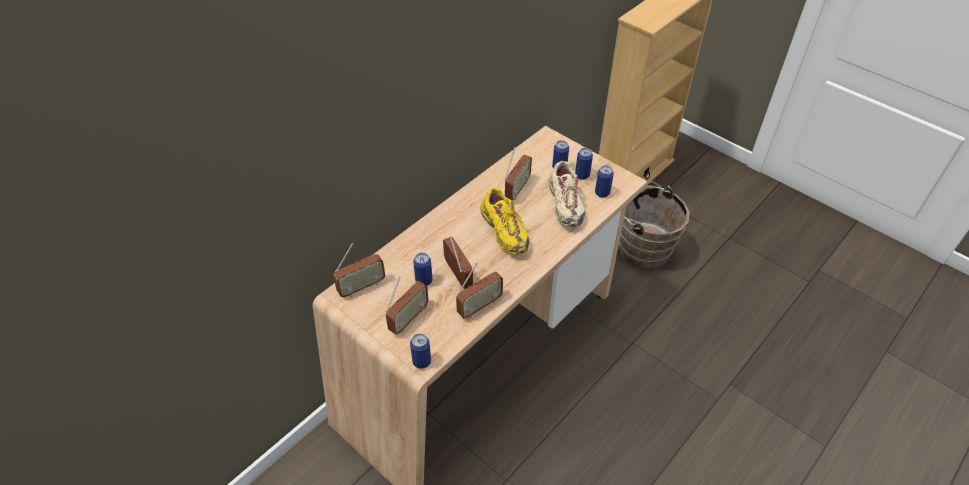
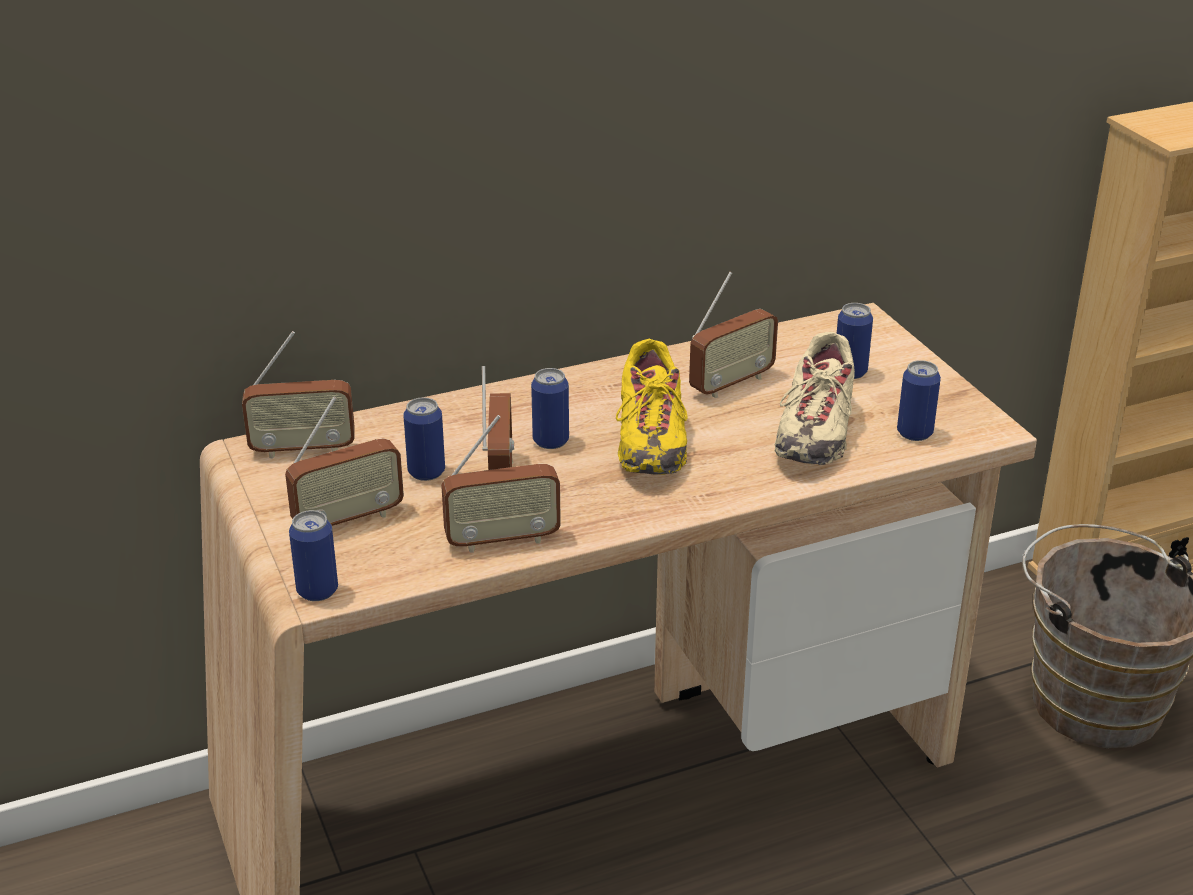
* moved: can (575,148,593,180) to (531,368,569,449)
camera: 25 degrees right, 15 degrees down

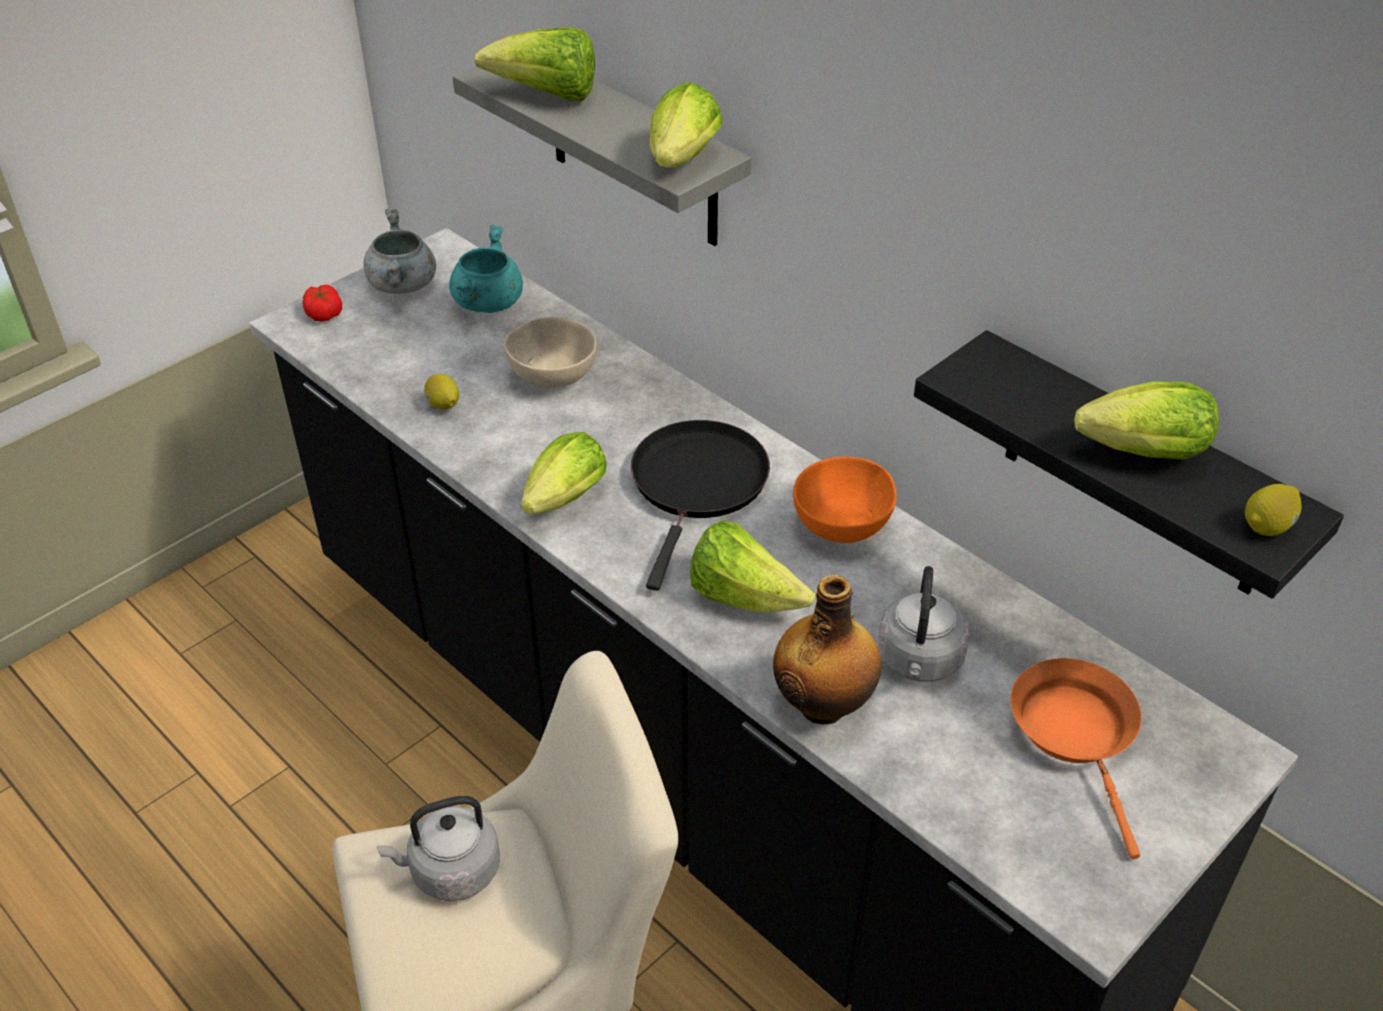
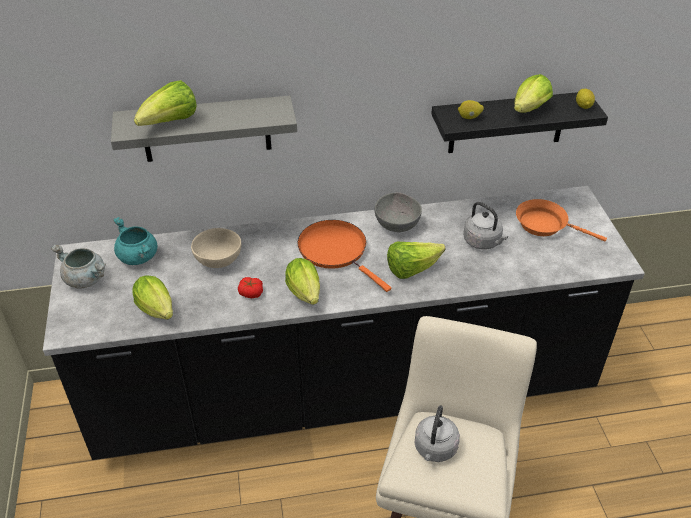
* moved: tomato (302,285,342,321) to (238,277,263,298)
* moved: lemon (424,374,459,410) to (458,100,484,119)
* recoloured: black frying pan (631,420,770,591) to orange frying pan (298,220,391,292)
* moved: lettuce (650,82,723,168) to (132,275,173,319)
* removed: bottle (773,575,882,724)
* recoloured: orange bowl (793,457,897,543) to grey bowl (375,193,422,232)
camera: 55 degrees left, 0 degrees up

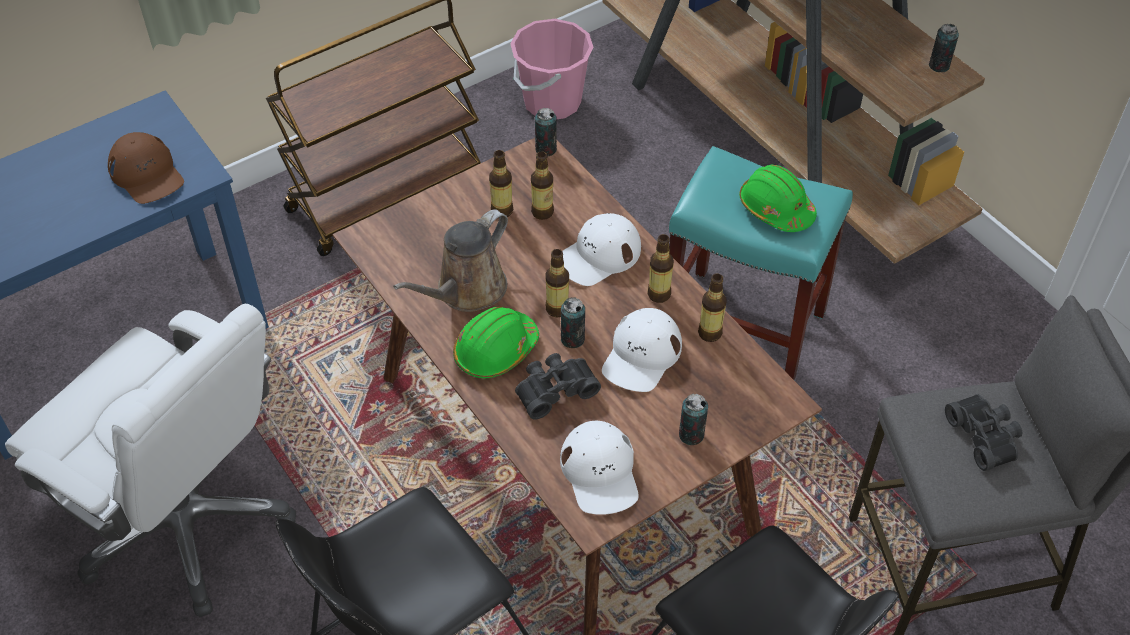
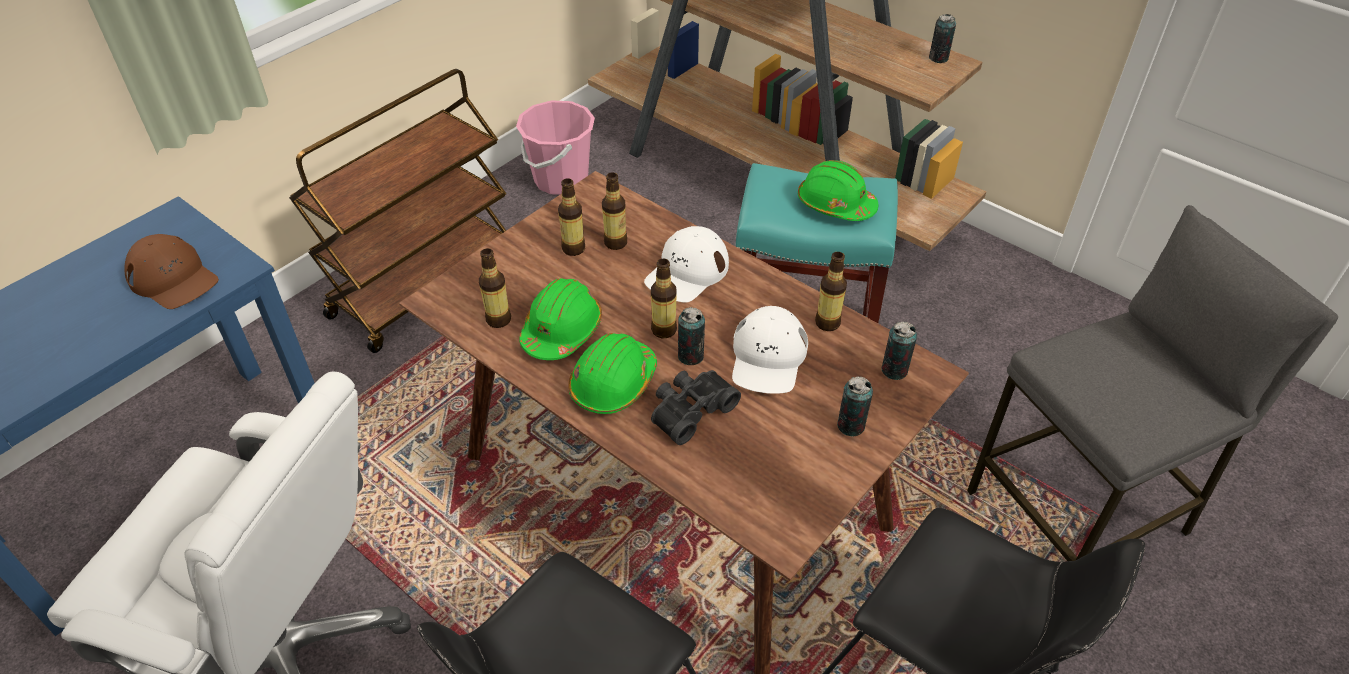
* replaced: brown watering can (393,209,508,312) to green hard hat (519,278,602,360)
* moved: can (535,108,557,157) to (881,321,917,380)
* removed: white cap (560,421,638,515)
* moved: bottle (647,234,674,303) to (479,248,511,328)
* removed: black binoculars (945,394,1022,471)
camera: 15 degrees left, 5 degrees down

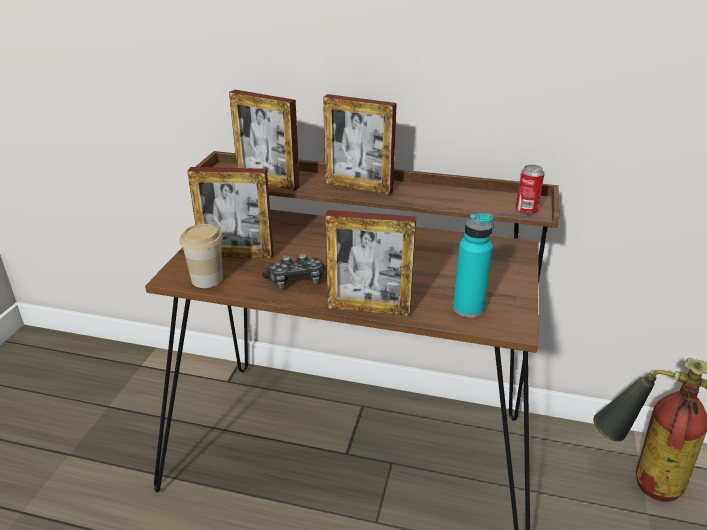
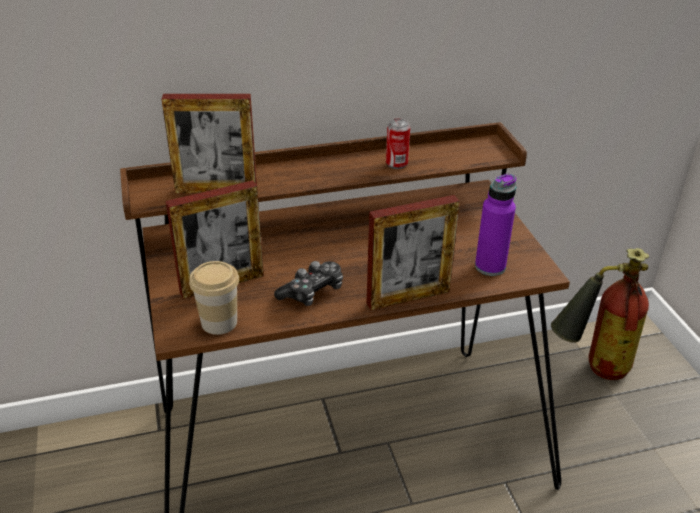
* removed: picture frame (323,94,397,195)
* recoloured: turquoise bottle (453,213,494,318) to purple bottle (475,174,516,276)
* moved: can (516,165,544,215) to (386,118,410,169)
camera: 30 degrees left, 5 degrees up

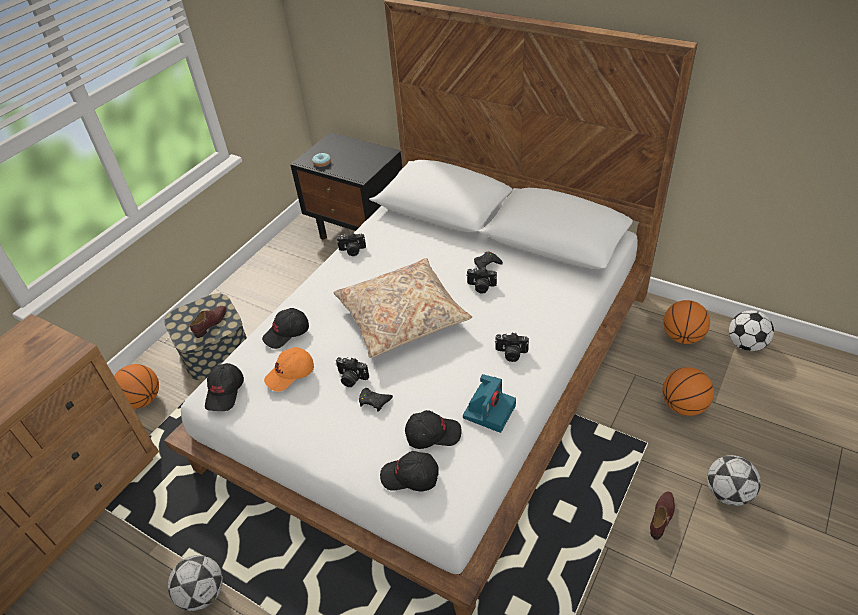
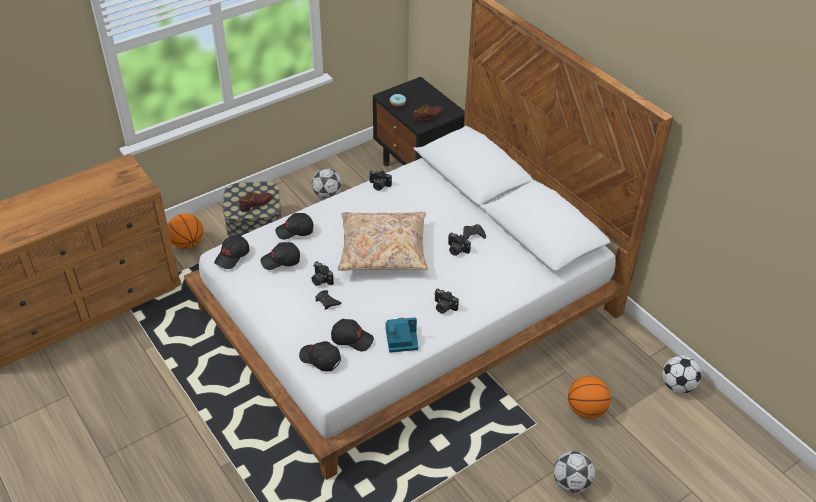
* moved: football (168,555,223,611) to (312,168,342,199)
* recoloured: orange cap (264,347,314,392) to black cap (261,242,300,270)
* turned: photo camera (463,374,516,433) = (385,317,418,353) 150 degrees counterclockwise
* moved: brown shoe (650,492,675,540) to (413,104,443,124)
* removed: basketball (663,300,710,344)
camera: 20 degrees right, 0 degrees up

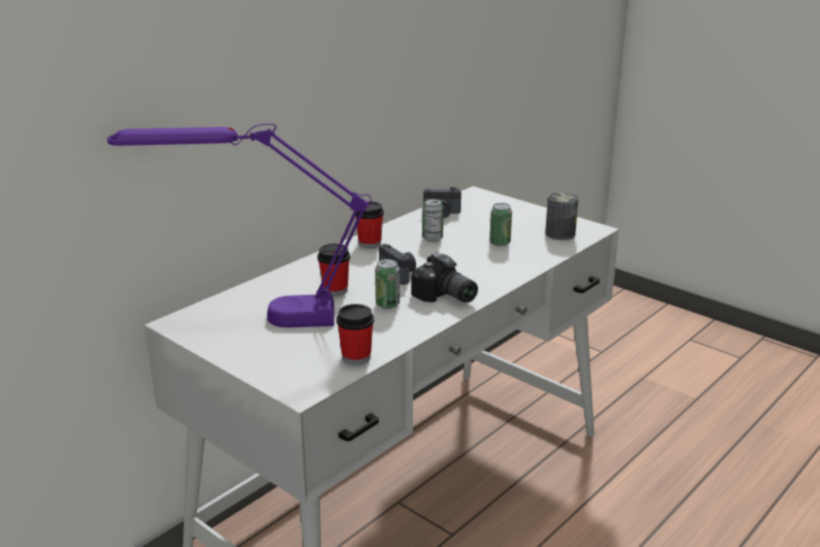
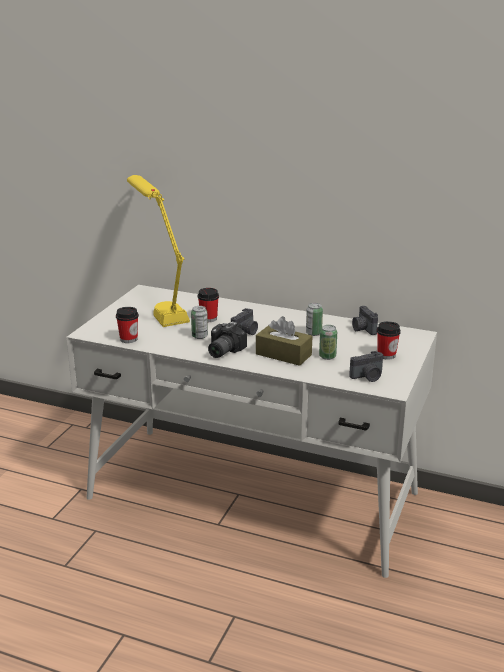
* recoloured: purple table lamp (107,124,372,328) to yellow table lamp (127,175,190,327)
* moved: cup (356,201,384,248) to (377,321,401,360)
* replaced: can (545,192,579,240) to photo camera (349,351,383,382)
* added: brown tissue box (256,316,312,366)
camera: 70 degrees right, 0 degrees up

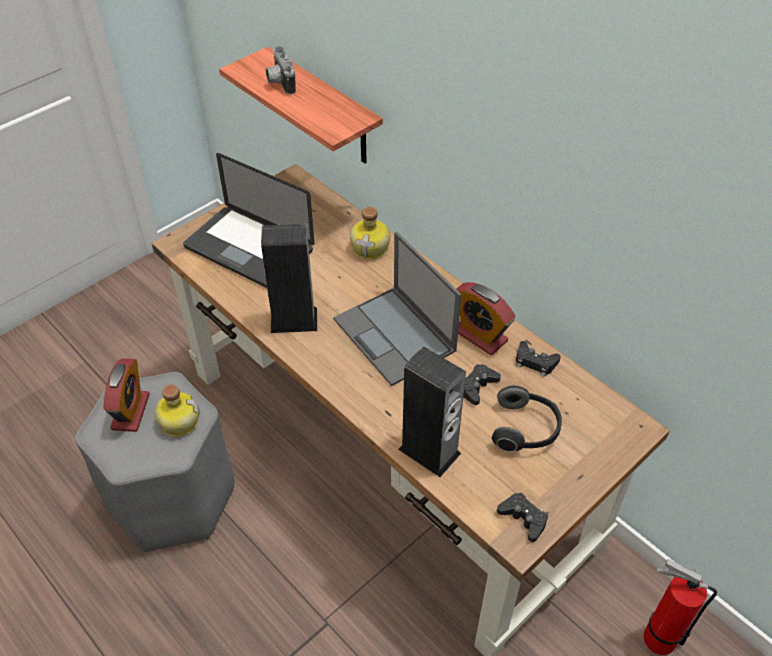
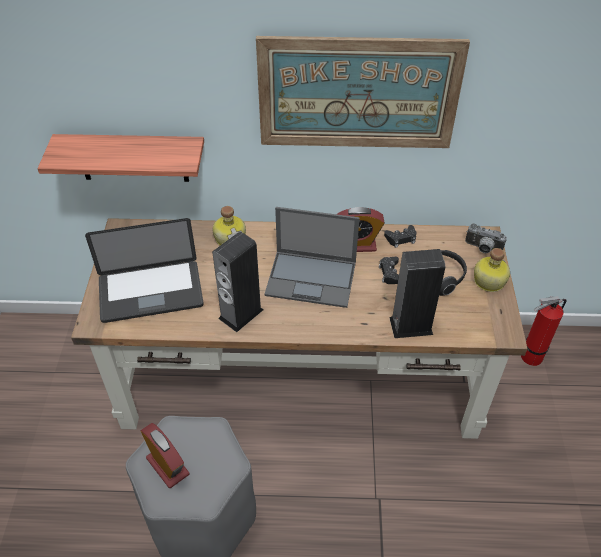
* moved: bottle (154,385,200,437) to (474,248,510,292)
* moved: photo camera (266,46,296,94) to (465,223,507,253)
* removed: black game controller (497,493,548,542)
* added: picture (256,36,470,148)
camera: 45 degrees left, 0 degrees up

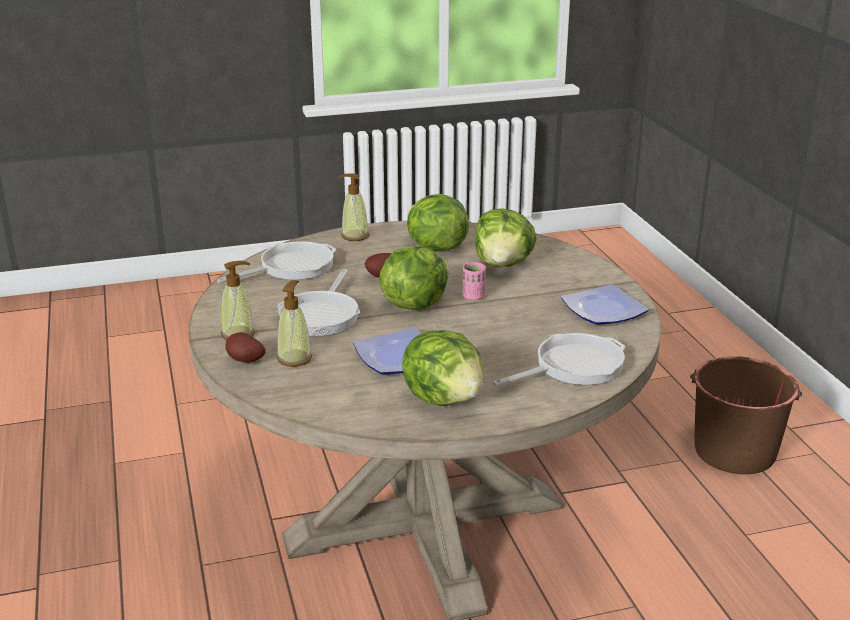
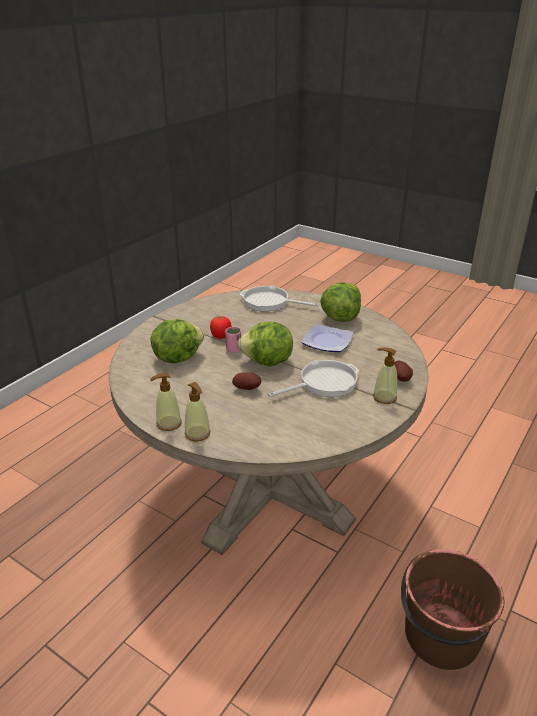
* removed: frying pan (217,241,336,283)
* moved: soap dispenser (277,280,312,367) to (150,373,182,431)
* removed: lettuce (407,194,469,251)
* removed: plate (561,284,649,325)
* moved: brown bucket (690,356,802,474) to (401,549,504,670)
* added: tomato (210,316,232,339)
camera: 130 degrees left, 5 degrees up

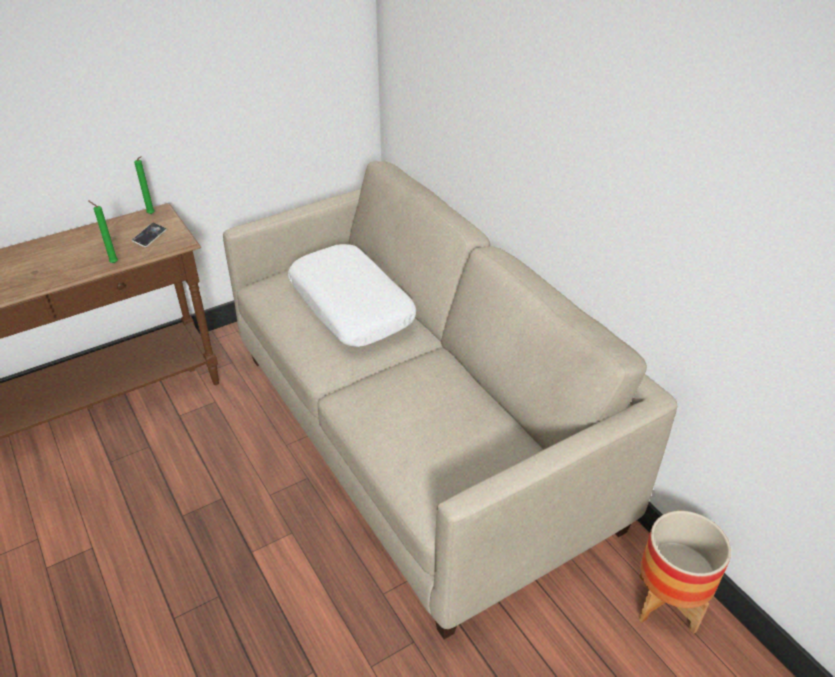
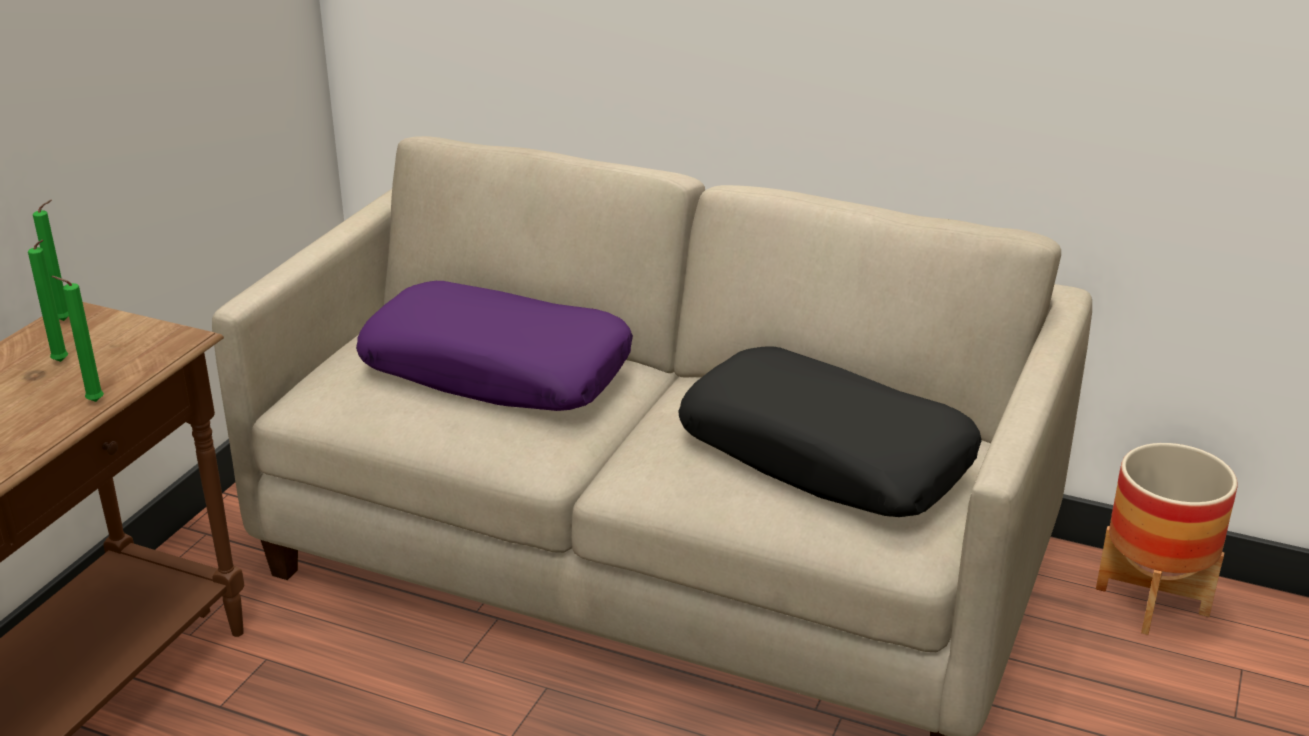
* removed: phone (132,223,167,247)
* recoloured: white pillow (288,244,416,347) to purple pillow (356,281,633,411)
* added: green candle (28,240,68,362)
* added: black pillow (679,346,982,517)
camera: 35 degrees left, 10 degrees down

